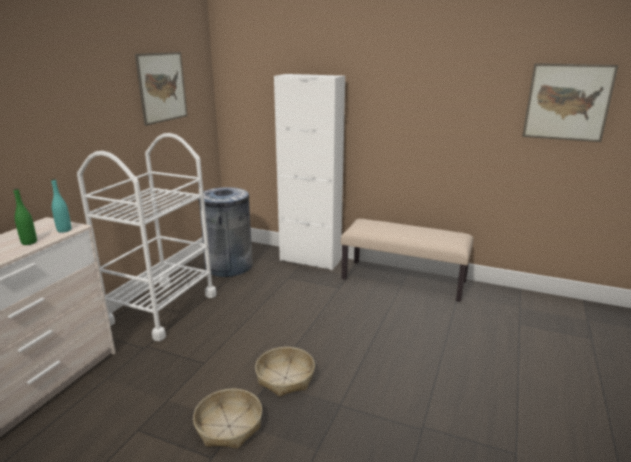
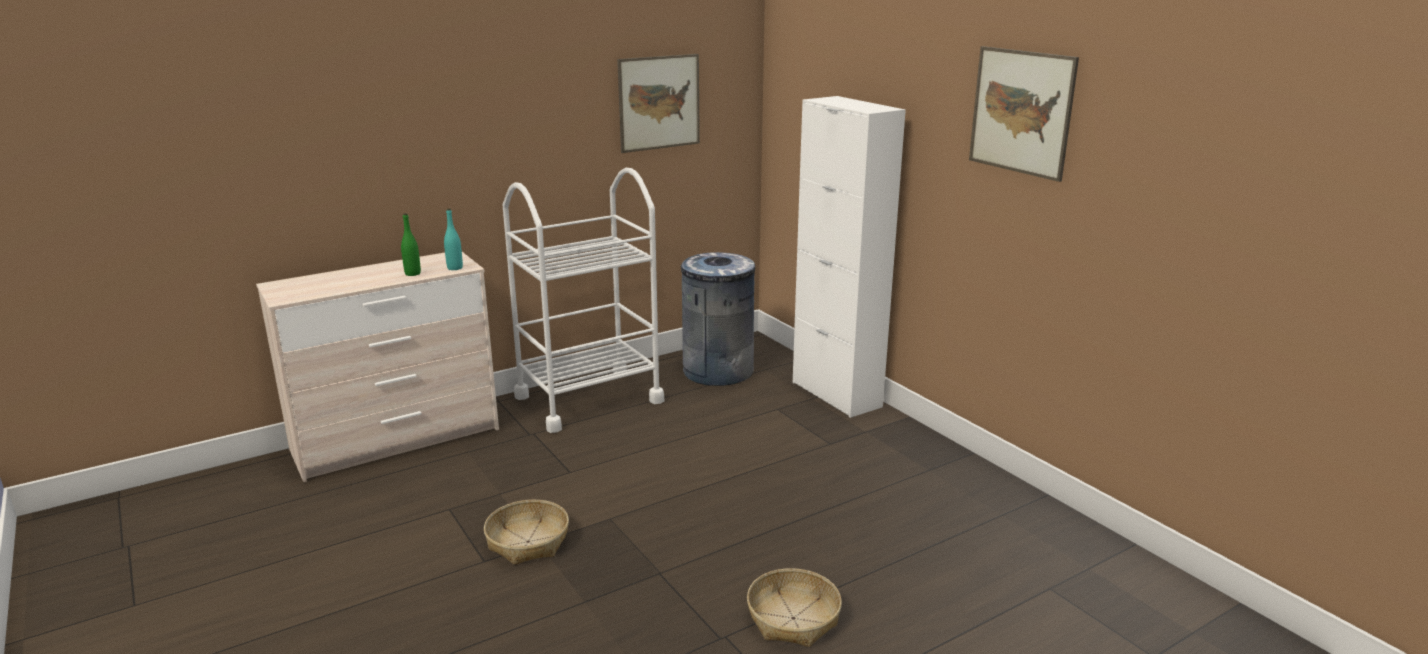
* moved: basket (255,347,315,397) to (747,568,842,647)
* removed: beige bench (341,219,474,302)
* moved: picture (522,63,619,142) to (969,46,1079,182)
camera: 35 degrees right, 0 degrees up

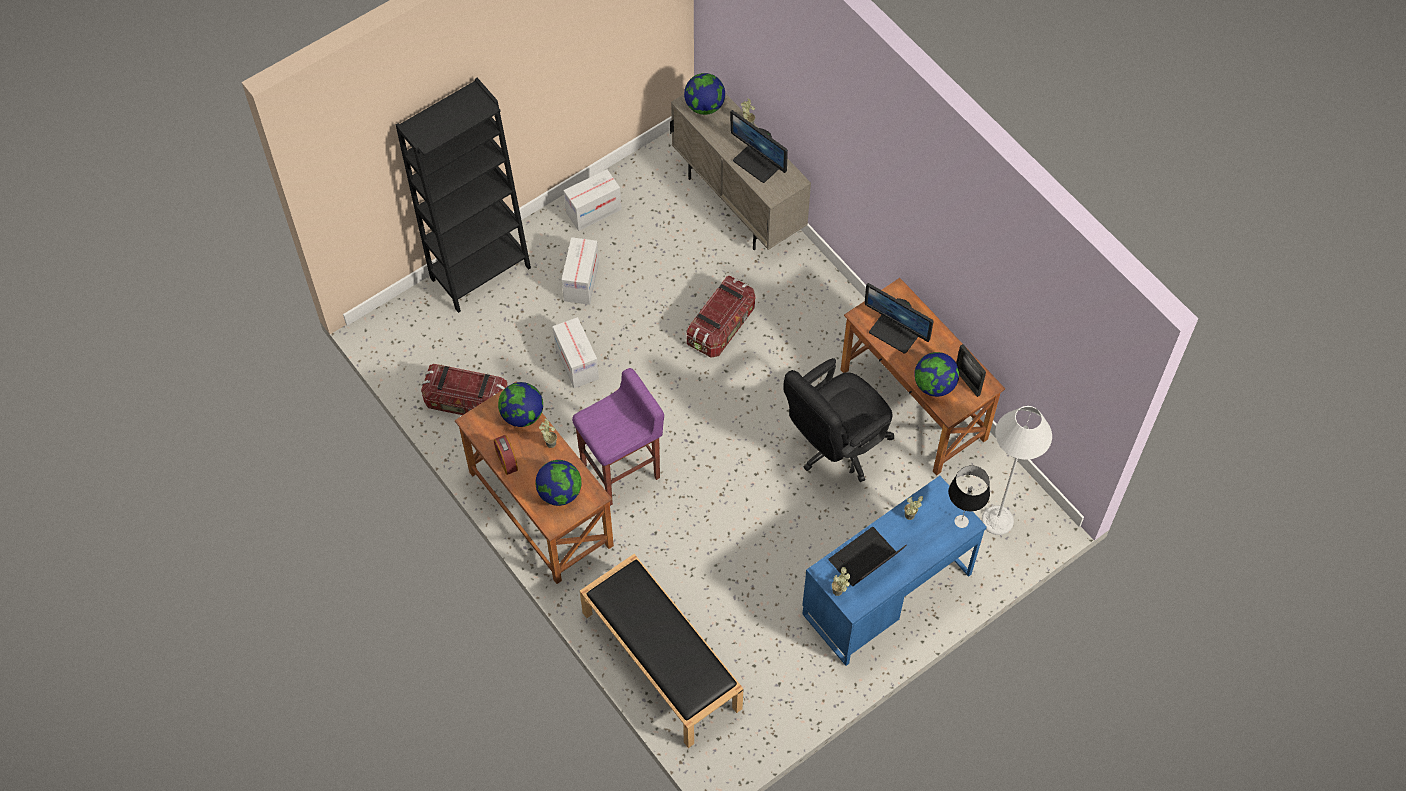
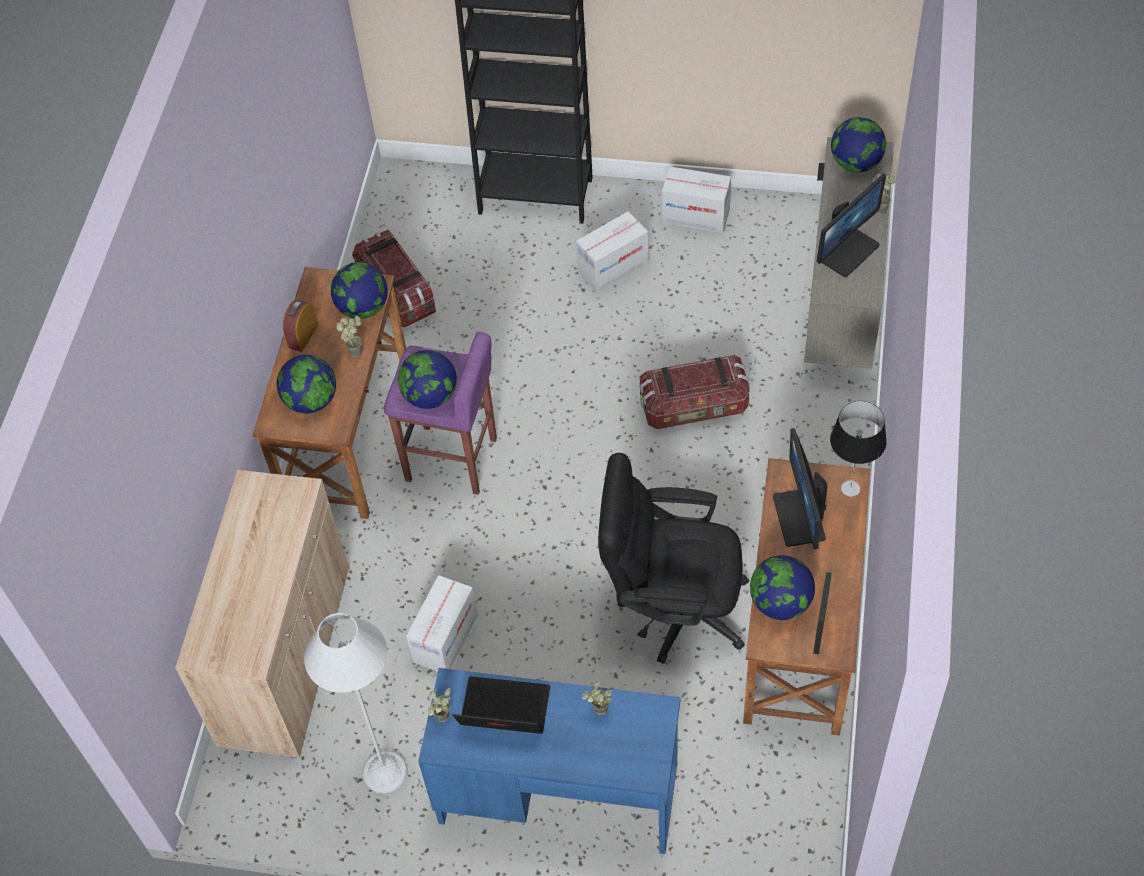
* moved: cardboard box (553,317,599,388) to (406,575,478,672)
* replaced: black bench (580,554,743,748) to beige cabinet (175,470,349,758)
* turned: monitor (730,110,788,183) = (817,173,886,277) 135 degrees counterclockwise
* moved: table lamp (949,465,990,528) to (830,401,887,497)
* moved: grey floor lamp (981,406,1052,535) to (304,613,408,794)
* added: globe (398,350,457,409)
camera: 50 degrees right, 5 degrees down

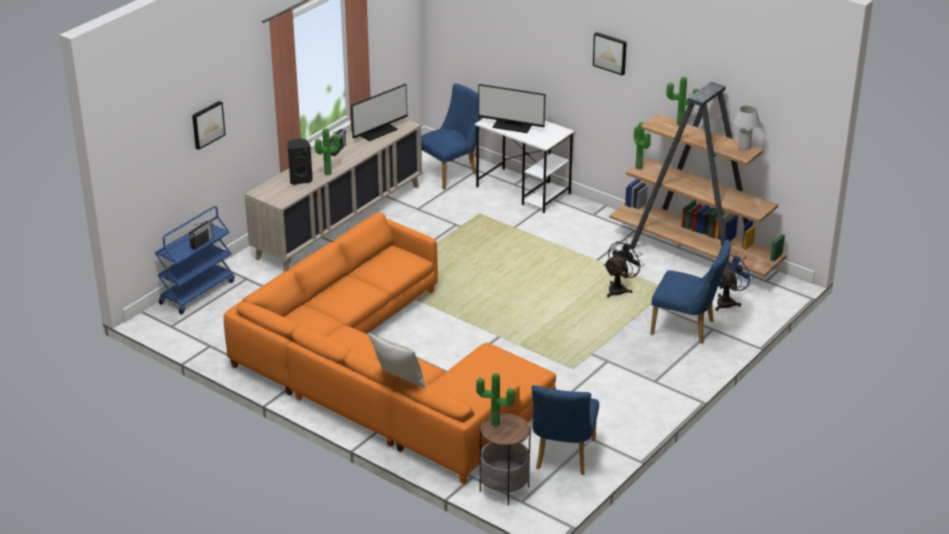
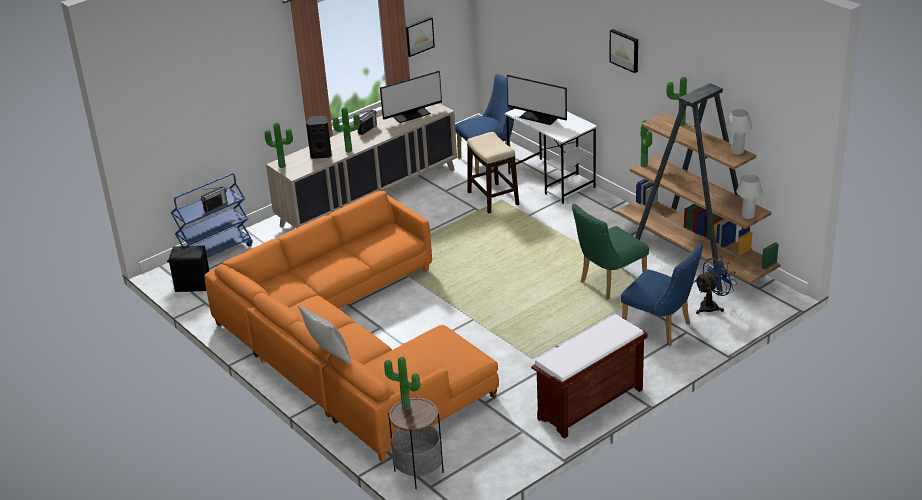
* moved: picture (192,101,226,150) to (406,17,435,57)
* removed: blue chair (531,385,599,475)
* replaced: black fan (604,239,644,298) to green chair (572,204,649,300)
* added: black speaker (167,246,209,292)
* added: potted plant (265,123,293,168)
* added: stool (467,132,519,213)
* added: brown bench (531,314,648,439)
* added: white table lamp (736,174,763,219)
camera: 15 degrees right, 0 degrees up

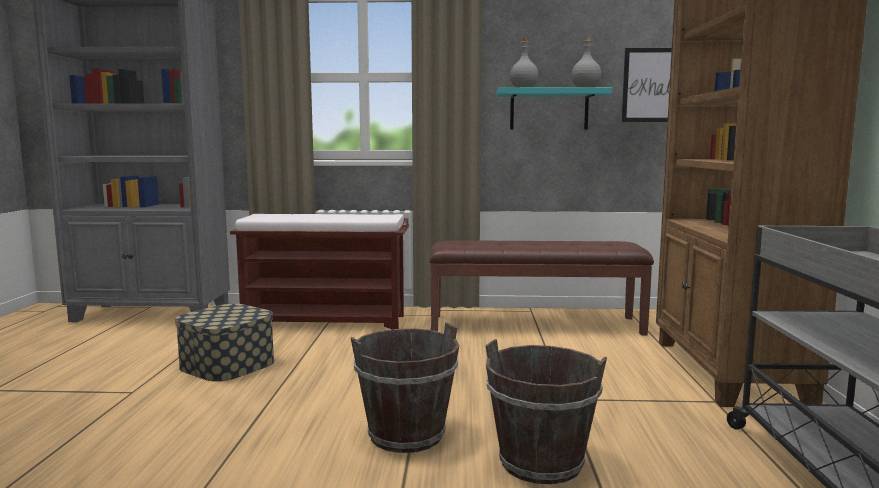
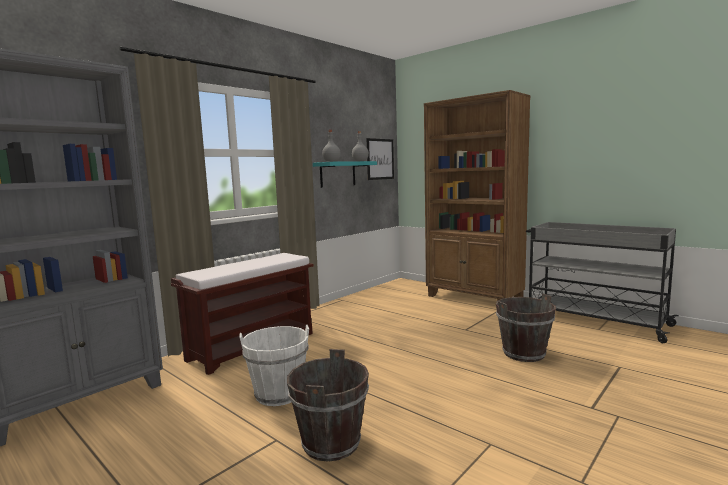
* replaced: storage box (175,304,274,382) to white bucket (240,325,309,406)
* moved: brown bucket (351,322,459,453) to (287,349,369,462)
* removed: brown bench (429,240,654,335)
camera: 50 degrees left, 0 degrees up

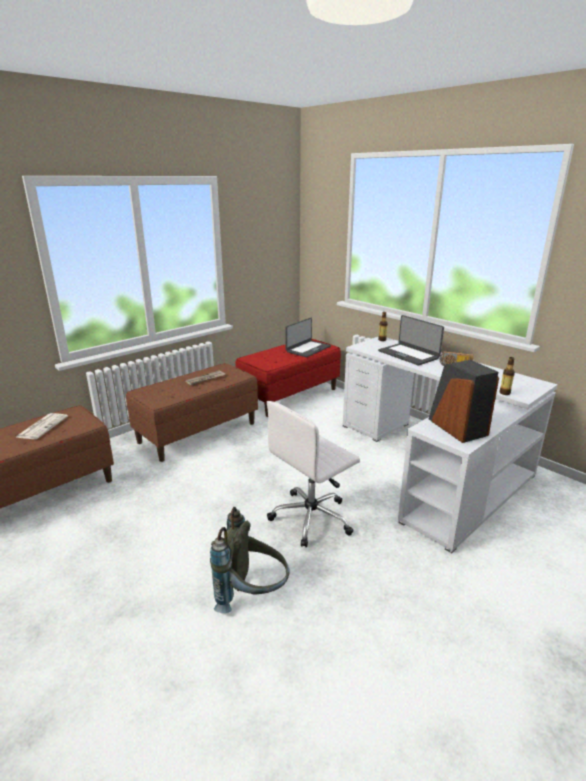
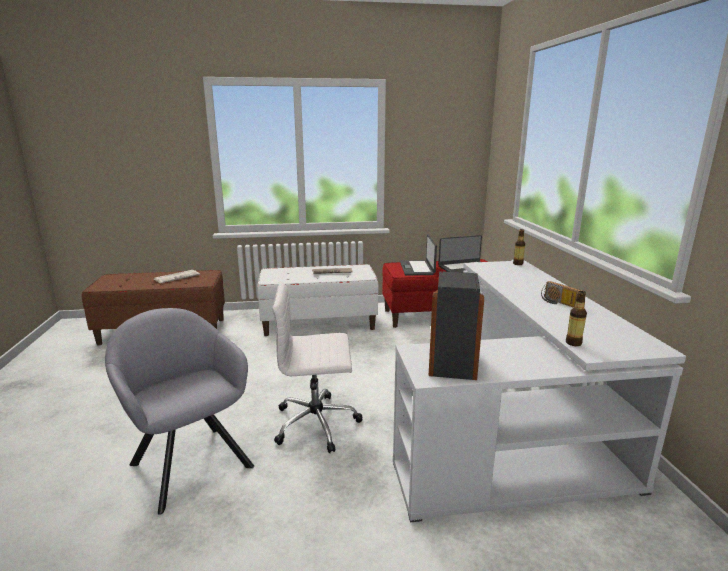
* recoloured: brown bench (126,363,258,462) to white bench (257,264,379,336)
* replaced: grey backpack (210,507,290,613) to grey armchair (105,308,254,515)
* moved: laptop (378,315,444,366) to (400,234,437,275)
camera: 35 degrees right, 5 degrees down

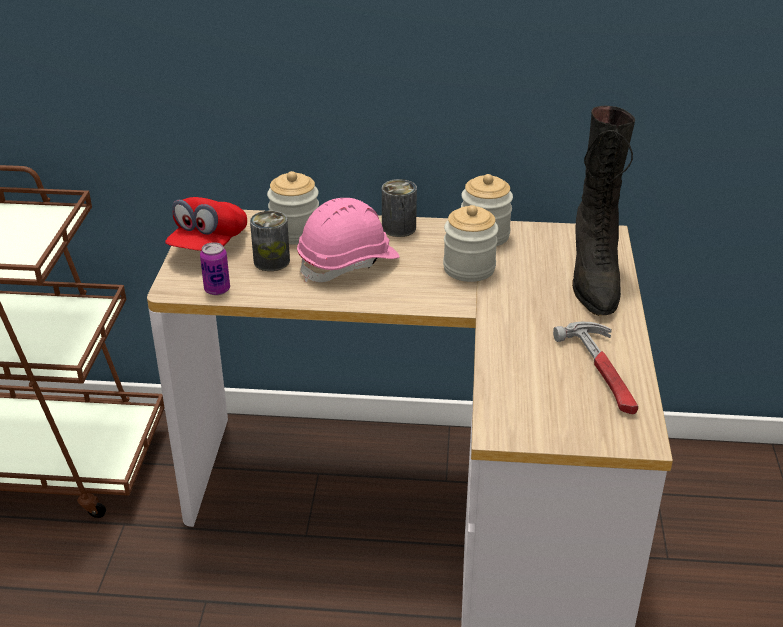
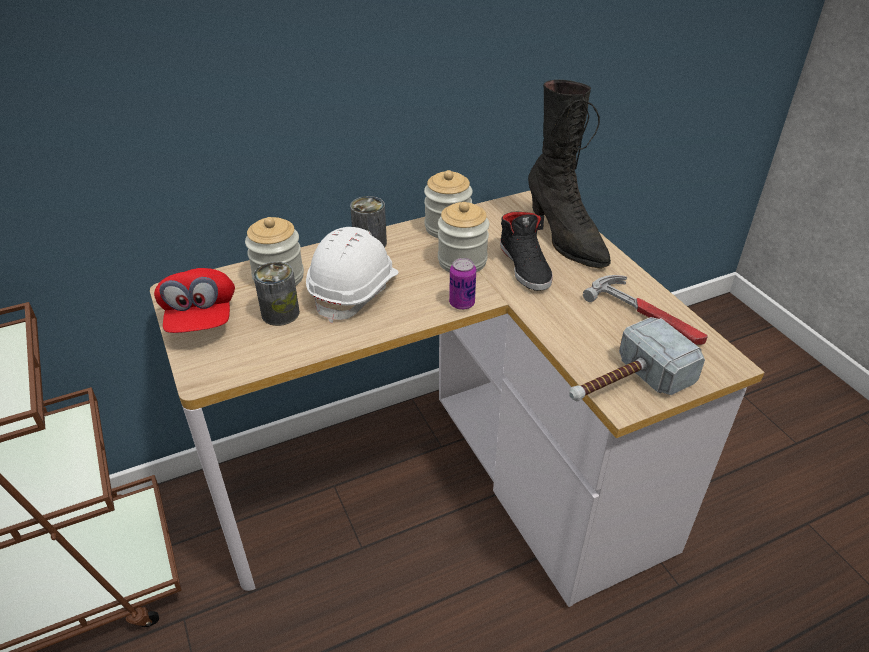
* moved: can (200,242,230,295) to (449,258,476,310)
* recoloured: pink hard hat (297,198,400,283) to white hard hat (306,227,398,323)
* added: black shoe (500,212,553,291)
* added: hammer (569,317,705,402)
camera: 30 degrees left, 5 degrees up

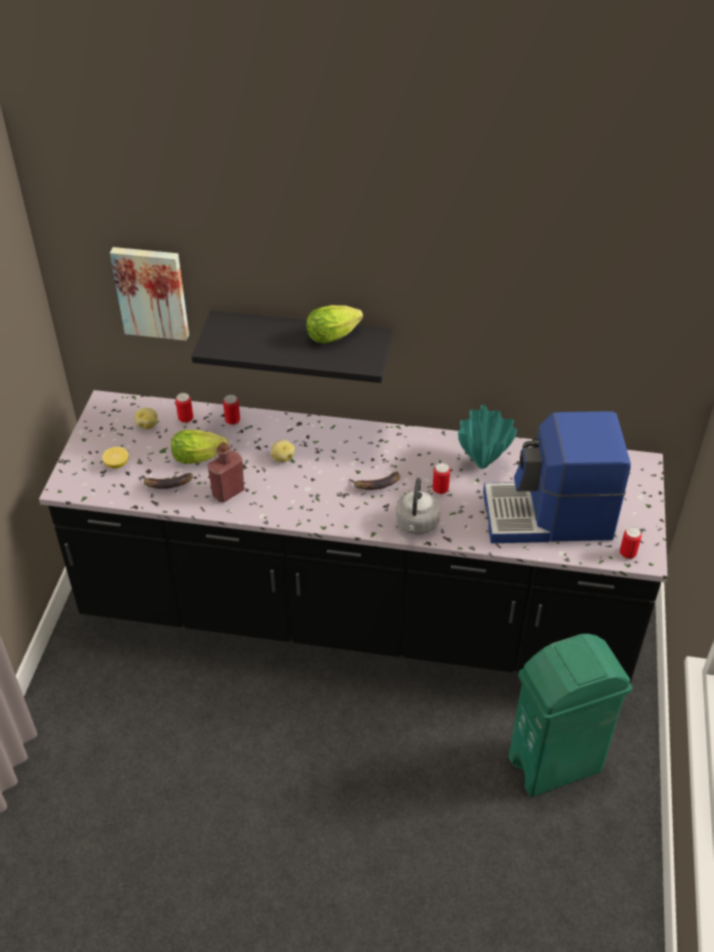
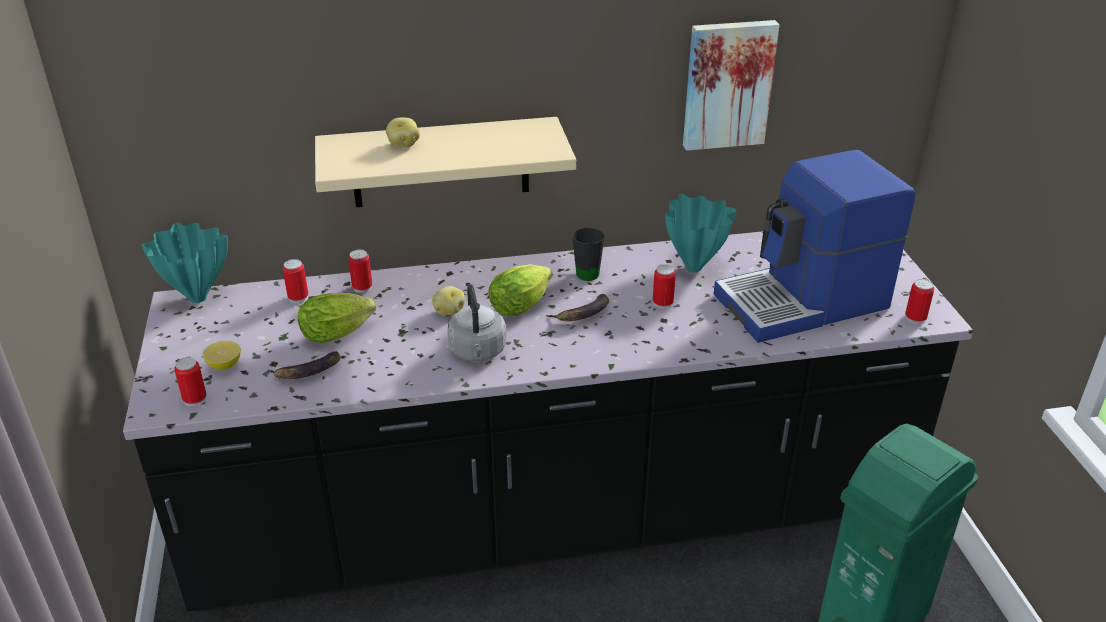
* moved: picture (110,247,189,341) to (683,20,780,151)
* moved: potato (135,408,158,429) to (386,117,420,148)
* recoloured: black shelf (191,311,393,383) to beige shelf (315,117,576,207)
* removed: red bottle (208,442,245,502)
* moved: lettuce (306,305,363,344) to (488,264,552,316)
* moved: grey kettle (396,478,440,535) to (447,284,506,361)
* added: turquoise vase (142,223,228,303)
* added: can (174,357,206,407)
* added: black mug (572,227,605,281)
camera: 20 degrees left, 10 degrees down

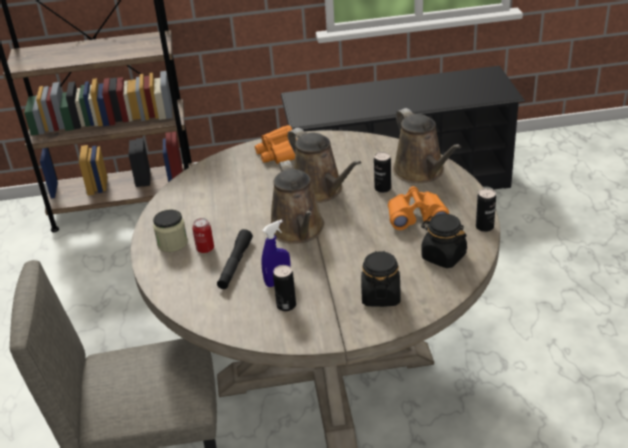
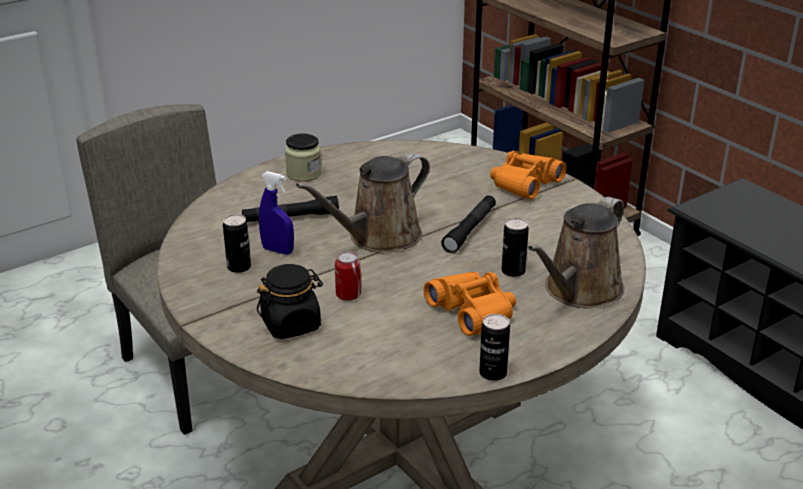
* moved: can (192,218,214,253) to (335,251,361,301)
* replaced: brown watering can (288,128,361,203) to black flashlight (441,195,496,253)
* removed: black jar (421,214,467,268)
camera: 60 degrees right, 5 degrees down

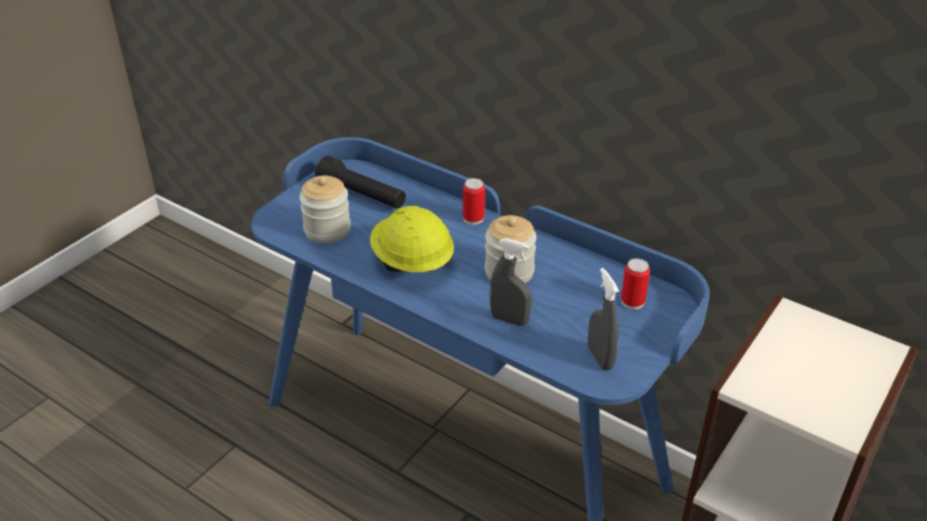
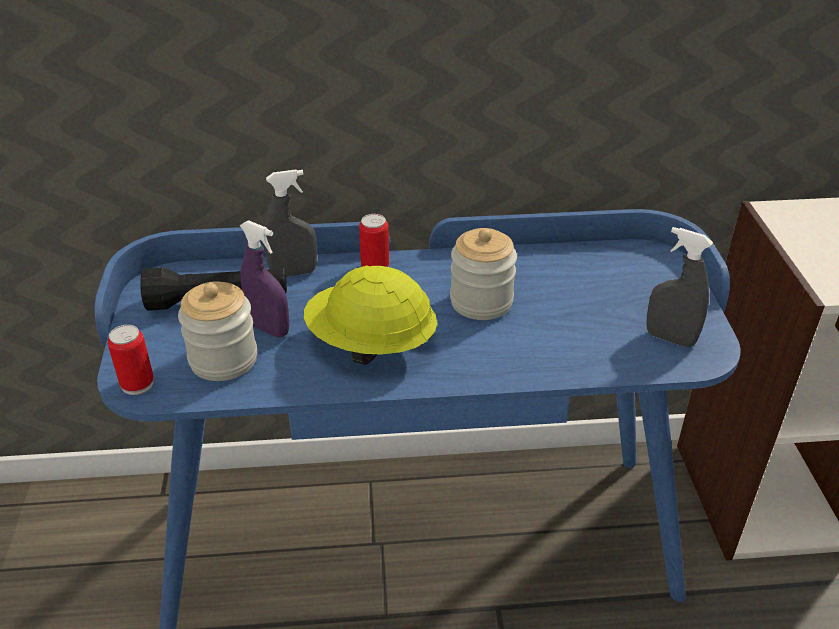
* moved: grey spray bottle (490,238,532,326) to (264,169,317,276)
* moved: can (621,258,650,310) to (108,325,154,395)
* added: purple spray bottle (240,220,289,337)
camera: 40 degrees left, 0 degrees up

